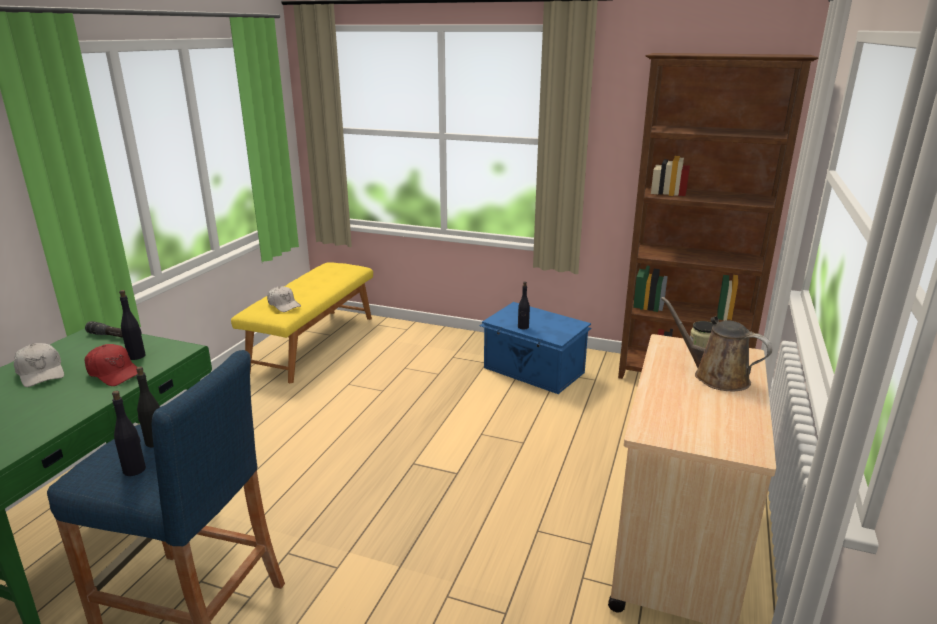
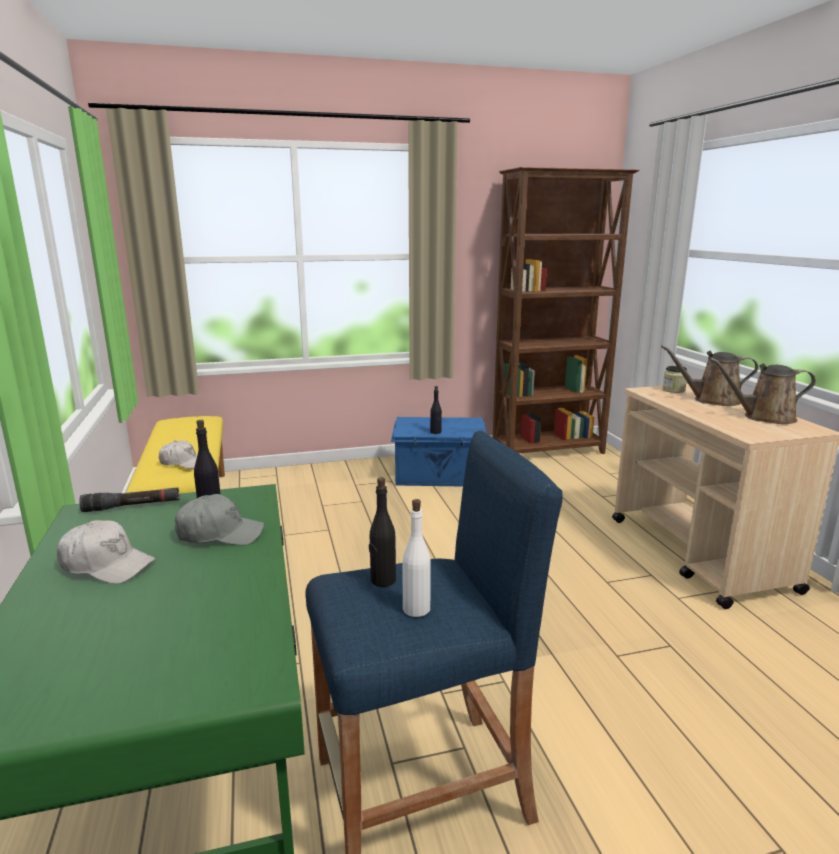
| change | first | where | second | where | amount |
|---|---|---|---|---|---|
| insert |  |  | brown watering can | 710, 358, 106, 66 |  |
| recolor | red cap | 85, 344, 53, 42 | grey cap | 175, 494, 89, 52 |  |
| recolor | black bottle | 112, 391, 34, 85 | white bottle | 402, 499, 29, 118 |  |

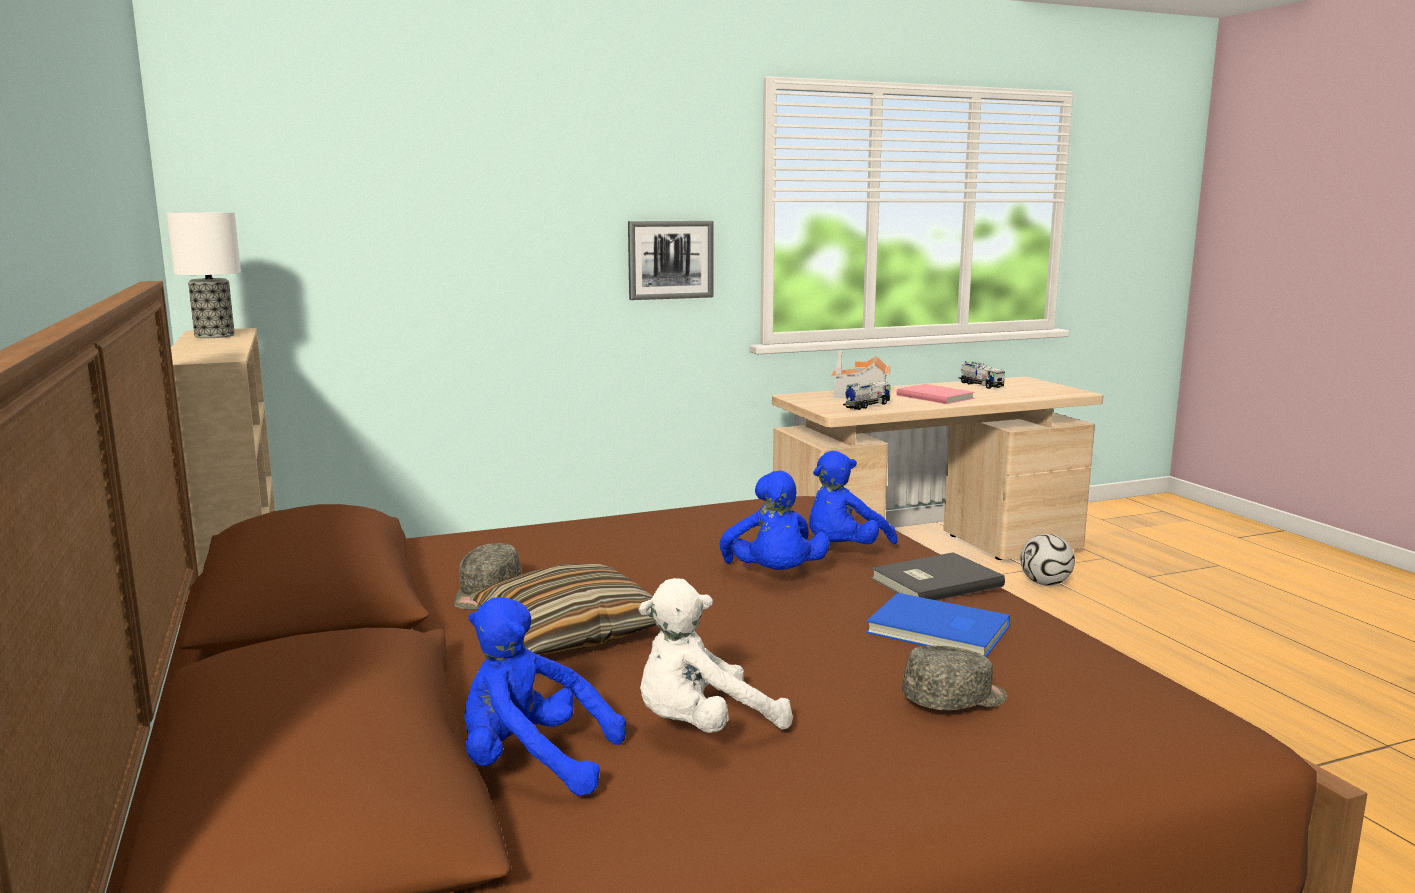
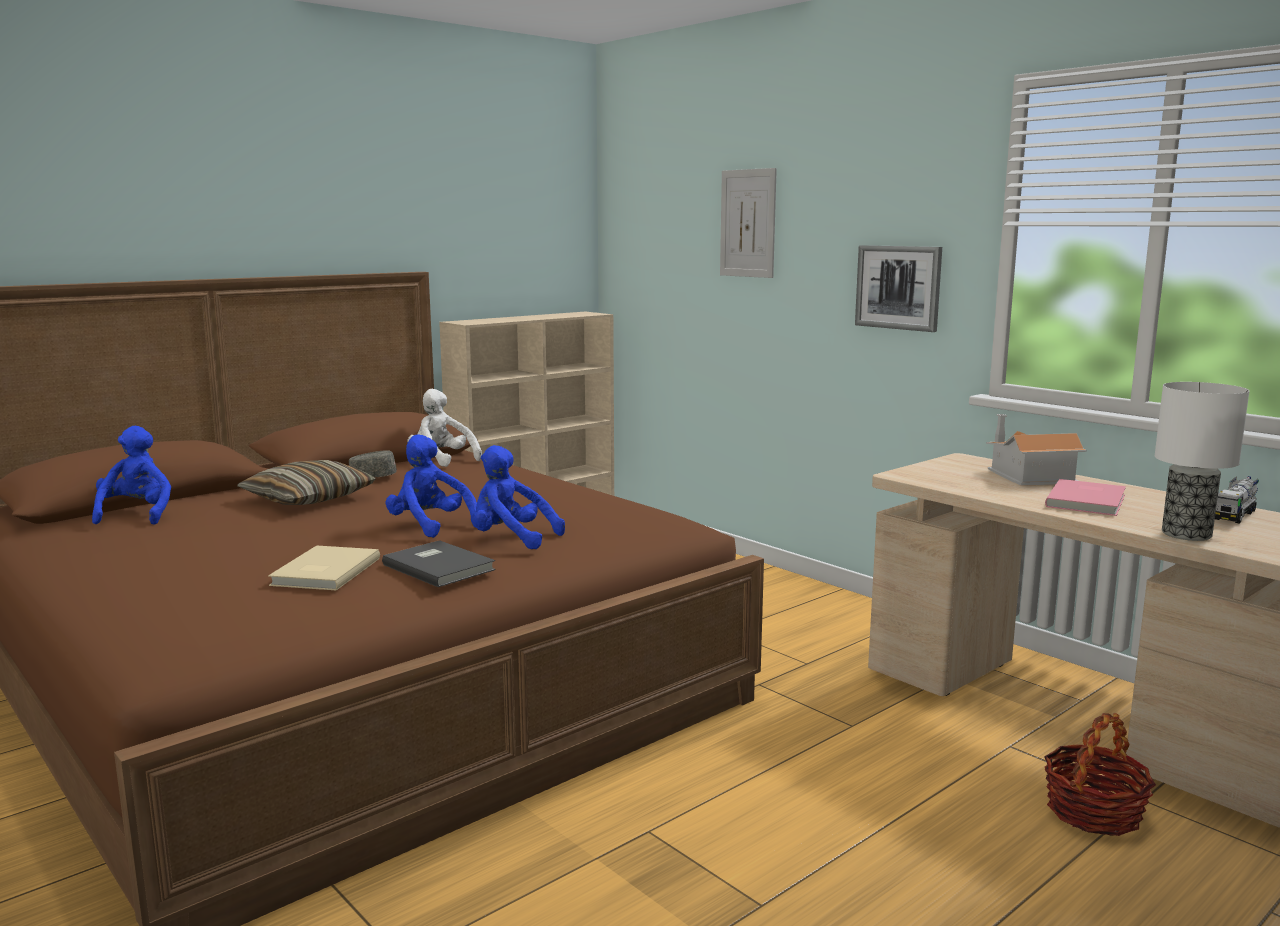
| change | first | where | second | where | amount |
|---|---|---|---|---|---|
| delete | toy truck | 843, 381, 48, 29 |  |  |  |
| delete | grey cap | 902, 645, 105, 65 |  |  |  |
| insert |  |  | picture | 720, 168, 57, 110 |  |
| move | table lamp | 167, 212, 74, 126 |  | 1155, 382, 95, 159 |  |
| move | white plush toy | 638, 578, 155, 155 |  | 408, 389, 74, 78 |  |
| replace | football | 1020, 534, 55, 52 | basket | 1044, 713, 112, 123 |  |
| recolor | blue book | 866, 593, 144, 64 | beige book | 268, 545, 112, 45 |  |
| rotate | blue plush toy | 720, 470, 110, 100 |  | 386, 434, 91, 104 | 75 degrees clockwise |

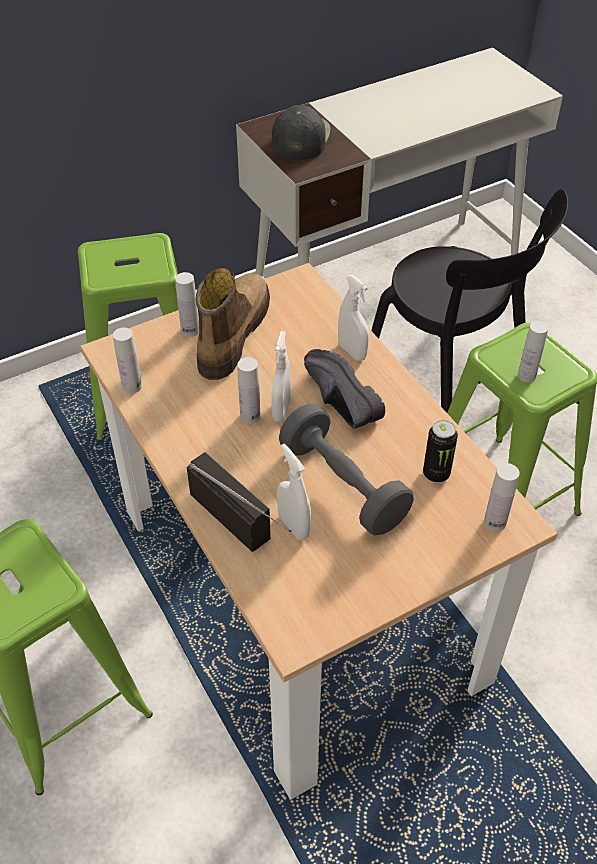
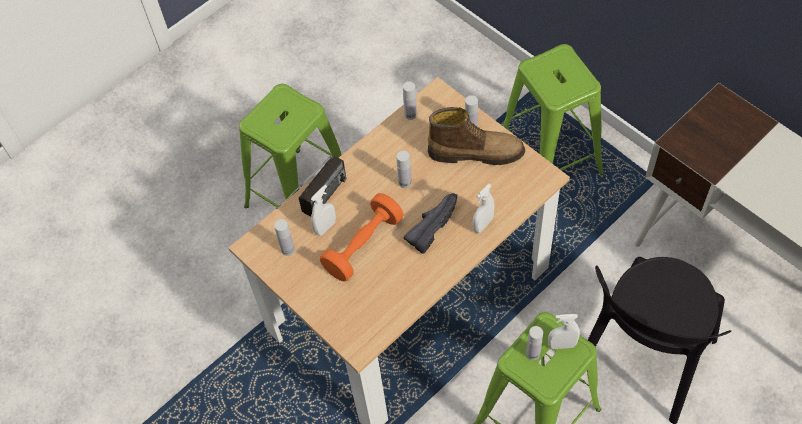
| change | first | where | second | where | amount |
|---|---|---|---|---|---|
| delete | black cap | 272, 105, 58, 55 |  |  |  |
| delete | can | 423, 420, 35, 63 |  |  |  |
| move | white spray bottle | 272, 331, 19, 91 |  | 548, 314, 32, 35 |  |
| move | white bottle | 484, 463, 36, 68 |  | 274, 219, 21, 37 |  |
| recolor | grey dumbbell | 279, 404, 135, 132 | orange dumbbell | 320, 193, 83, 88 |  |

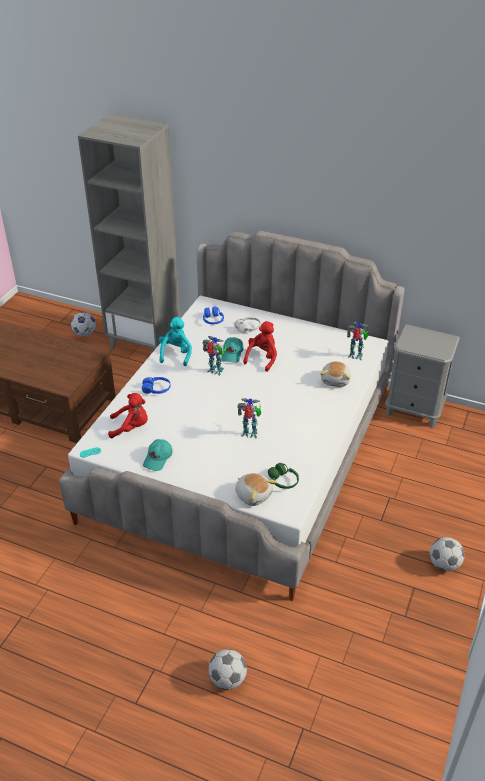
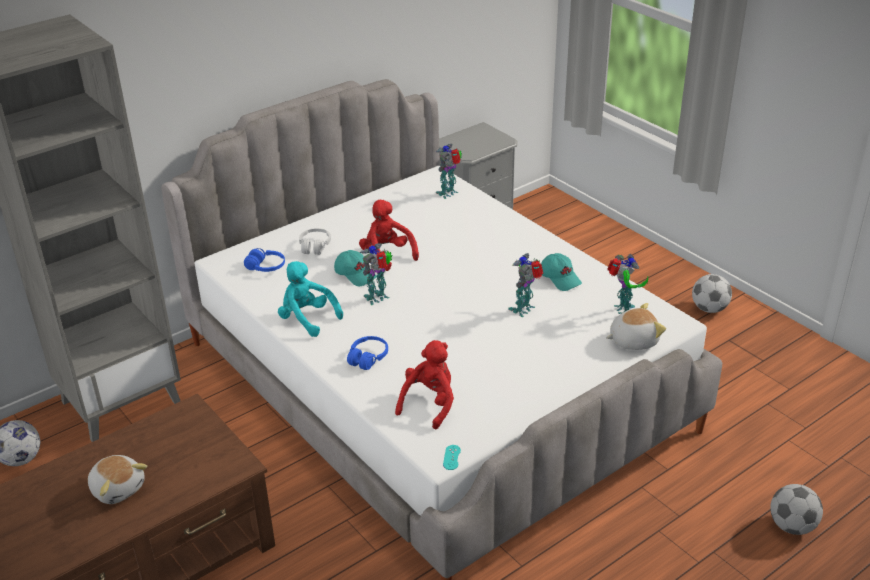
| change | first | where | second | where | amount |
|---|---|---|---|---|---|
| move | turquoise cap | 143, 439, 29, 32 |  | 541, 253, 41, 38 |  |
| move | plush toy | 320, 361, 31, 26 |  | 88, 455, 59, 49 |  |
| replace | green headphones | 268, 463, 31, 26 | toy robot | 608, 254, 40, 60 |  |

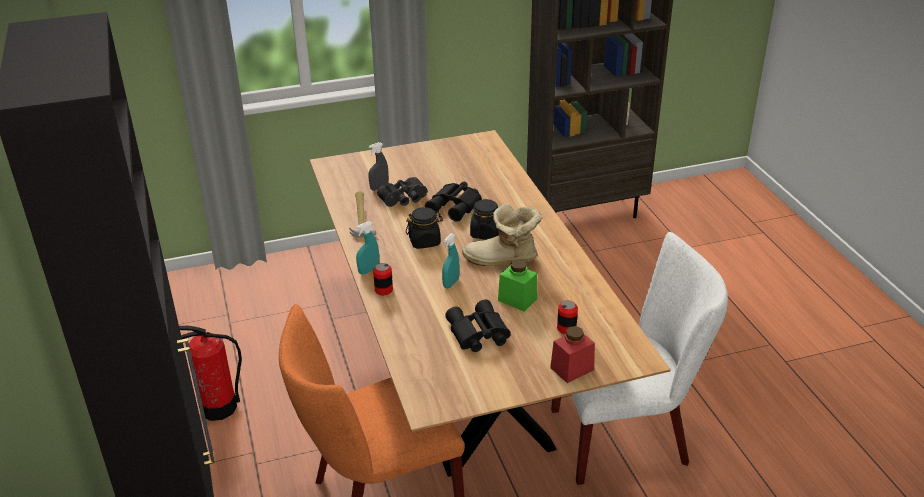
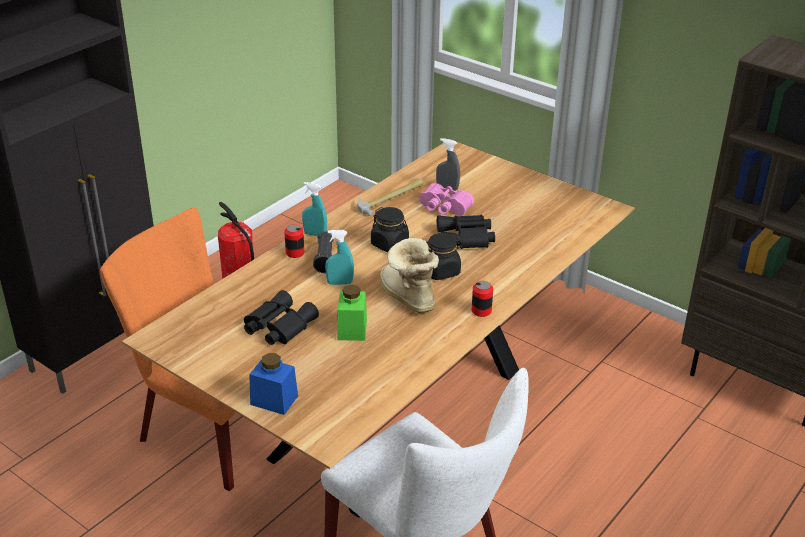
| change | first | where | second | where | amount |
|---|---|---|---|---|---|
| insert |  |  | black flashlight | 313, 231, 21, 42 |  |
| move | can | 557, 300, 21, 34 |  | 472, 281, 21, 36 |  |
| recolor | black binoculars | 377, 177, 50, 30 | pink binoculars | 419, 183, 55, 33 |  |
| recolor | red jar | 550, 326, 45, 57 | blue jar | 249, 353, 49, 62 |  |

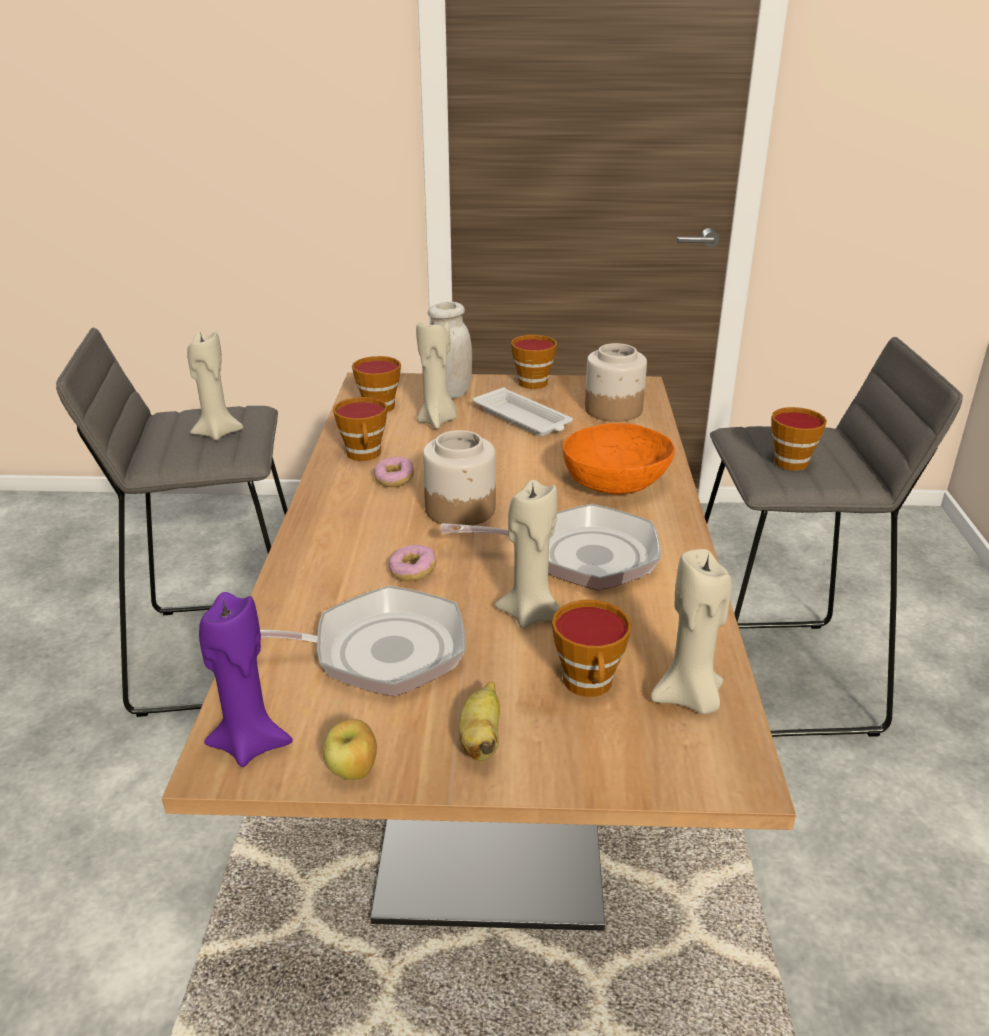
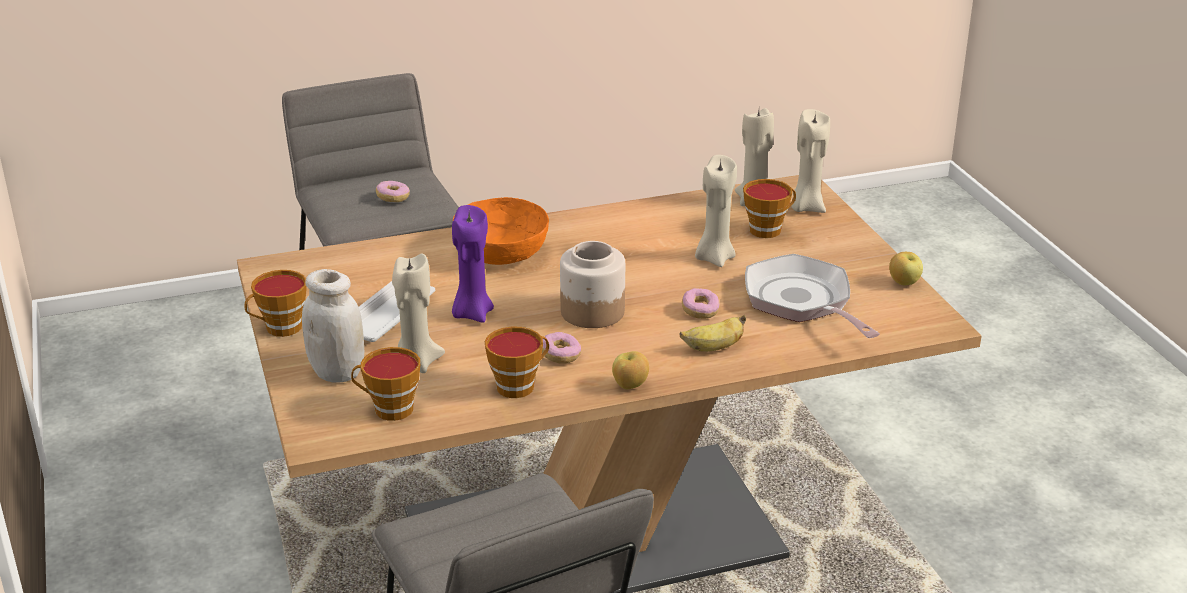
| change | first | where | second | where | amount |
|---|---|---|---|---|---|
| delete | frying pan | 440, 504, 221, 86 |  |  |  |
| delete | jar | 585, 343, 62, 79 |  |  |  |
| insert |  |  | apple | 612, 351, 37, 38 |  |
| move | beige candle | 187, 331, 56, 110 |  | 791, 109, 39, 104 |  |
| move | purple candle | 199, 592, 94, 175 |  | 452, 205, 42, 118 |  |
| move | banana | 459, 682, 41, 79 |  | 680, 315, 66, 37 |  |
| replace | cup | 772, 407, 55, 64 | donut | 376, 181, 34, 21 |  |

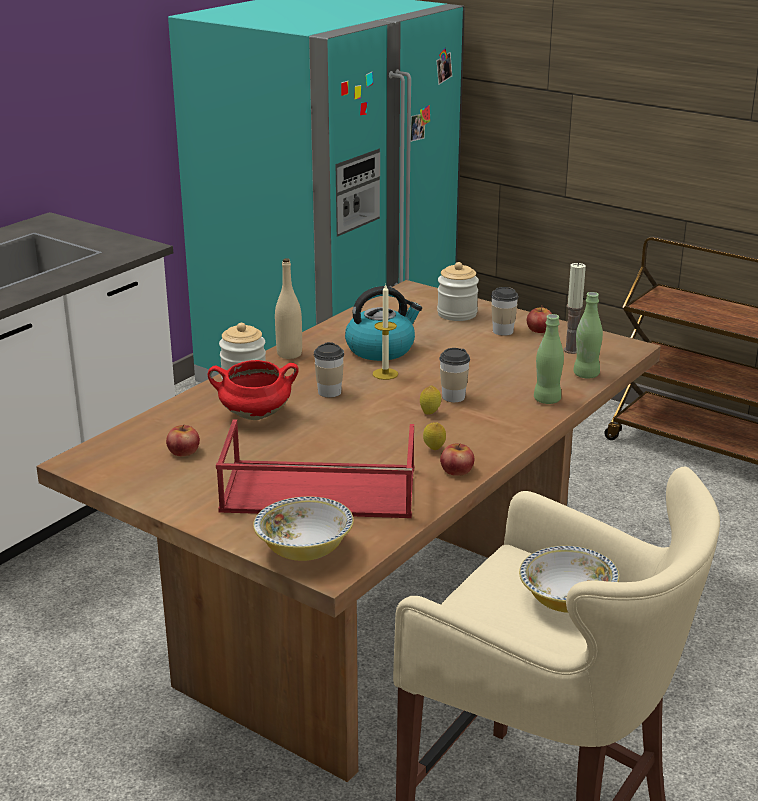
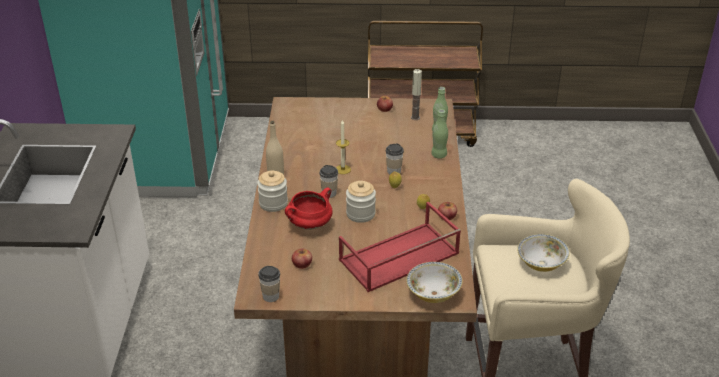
| change | first | where | second | where | amount |
|---|---|---|---|---|---|
| delete | kettle | 345, 286, 77, 75 |  |  |  |
| move | jar | 437, 262, 42, 59 |  | 346, 181, 30, 42 |  |
| move | cup | 491, 287, 28, 49 |  | 258, 266, 22, 36 |  |

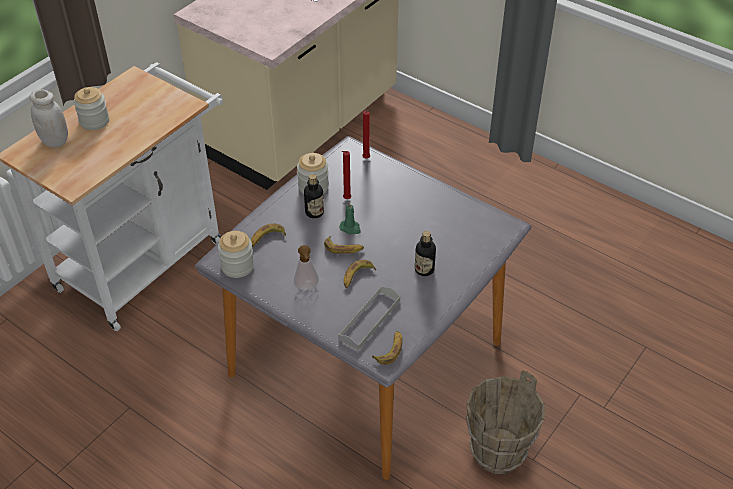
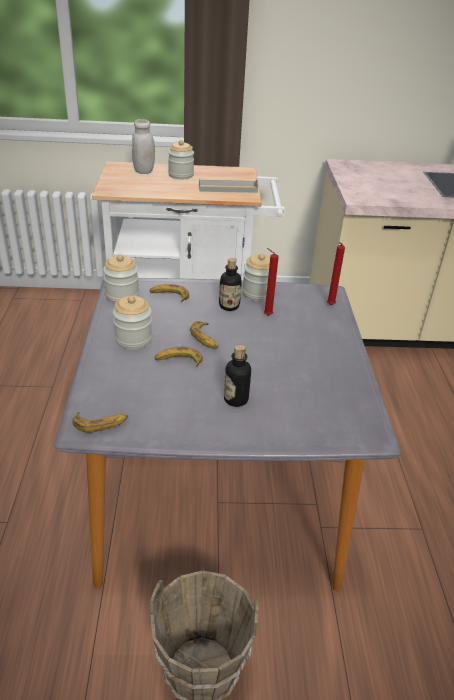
| change | first | where | second | where | amount |
|---|---|---|---|---|---|
| delete | green candle | 340, 201, 21, 33 |  |  |  |
| move | grey tray | 338, 286, 62, 64 |  | 199, 178, 59, 15 |  |
| replace | soap dispenser | 294, 245, 25, 46 | jar | 113, 296, 39, 54 |  |

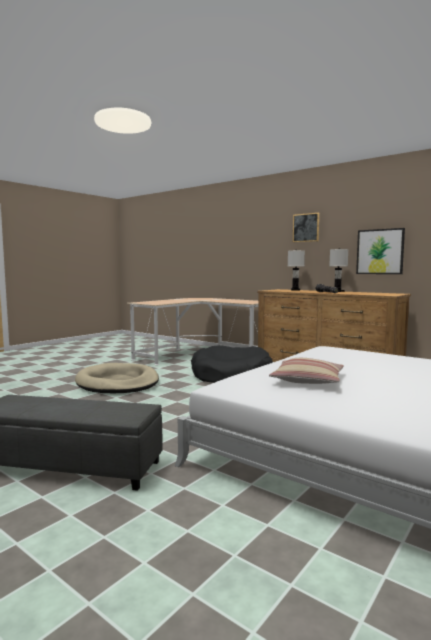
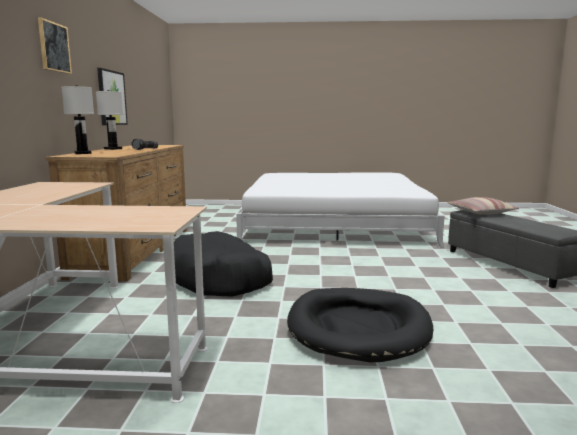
| change | first | where | second | where | amount |
|---|---|---|---|---|---|
| move | pillow | 269, 358, 75, 26 |  | 447, 197, 72, 18 |  |
| recolor | beige dog bed | 75, 363, 84, 30 | black dog bed | 287, 288, 146, 74 |  |

